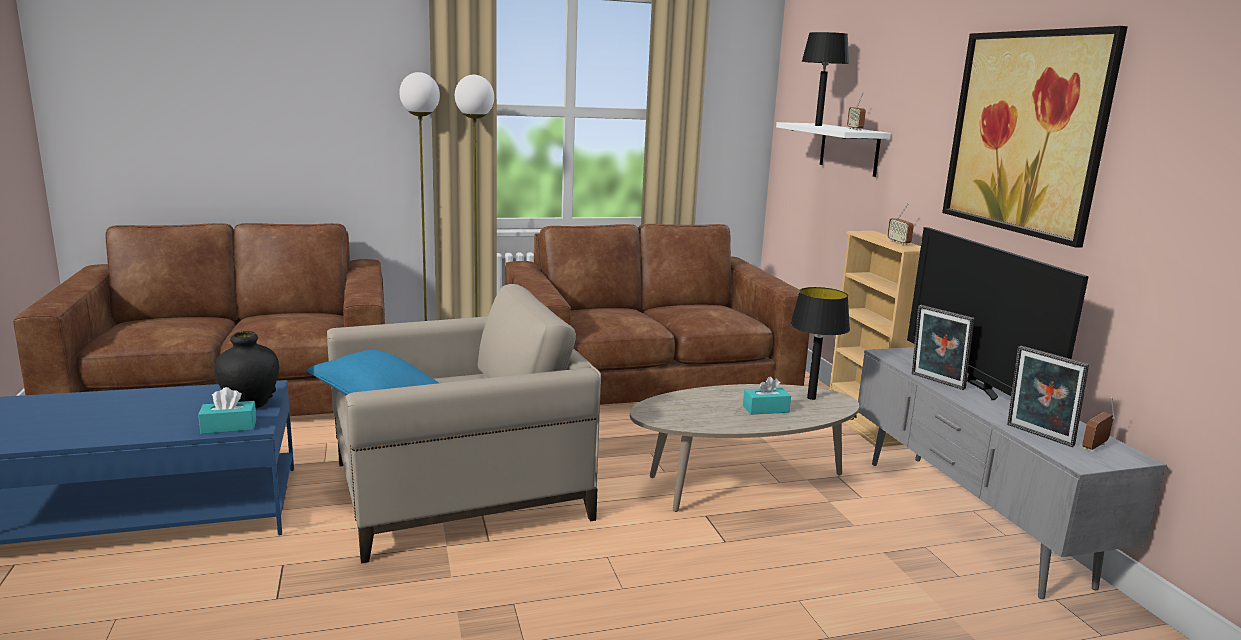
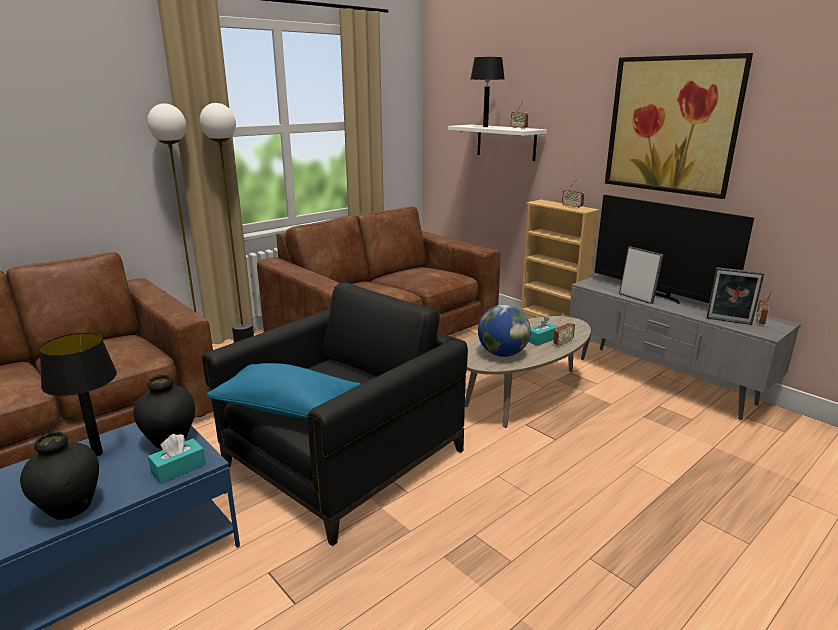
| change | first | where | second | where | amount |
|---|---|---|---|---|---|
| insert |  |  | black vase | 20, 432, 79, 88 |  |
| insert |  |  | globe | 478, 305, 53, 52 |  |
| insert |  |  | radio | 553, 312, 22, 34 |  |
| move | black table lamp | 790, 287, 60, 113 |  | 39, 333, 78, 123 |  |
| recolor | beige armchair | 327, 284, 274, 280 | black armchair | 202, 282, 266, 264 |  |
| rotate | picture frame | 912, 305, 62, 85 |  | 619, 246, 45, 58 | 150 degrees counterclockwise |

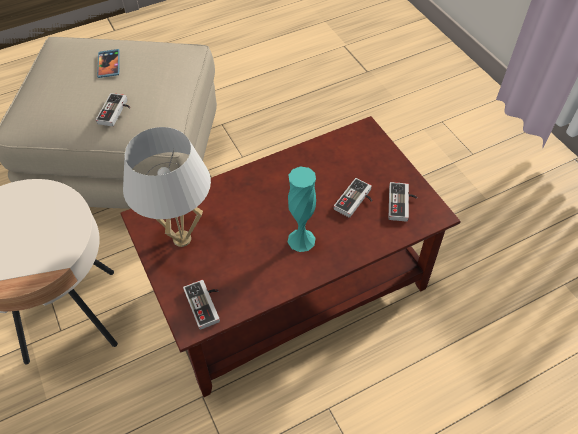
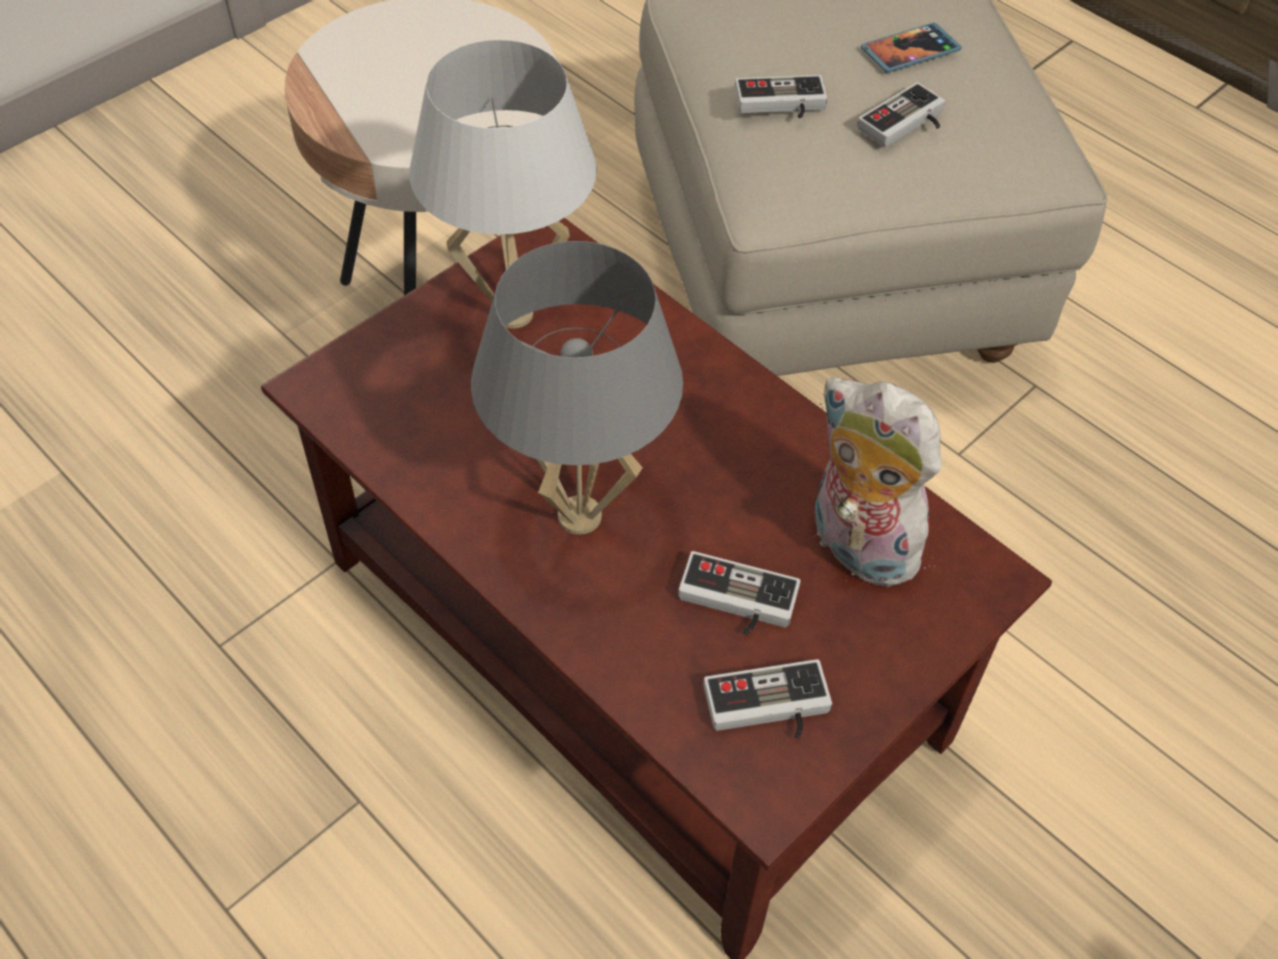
| change | first | where | second | where | amount |
|---|---|---|---|---|---|
| insert |  |  | plush toy | 814, 378, 127, 209 |  |
| move | game controller | 183, 280, 37, 50 |  | 857, 82, 89, 65 |  |
| replace | turquoise vase | 288, 166, 28, 86 | grey table lamp | 471, 241, 212, 294 |  |

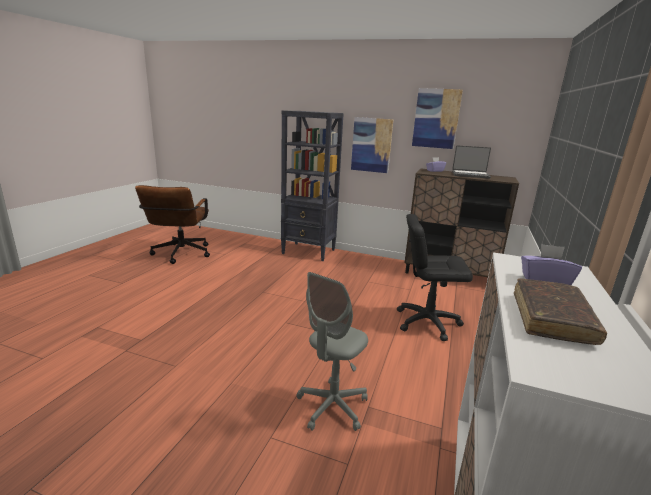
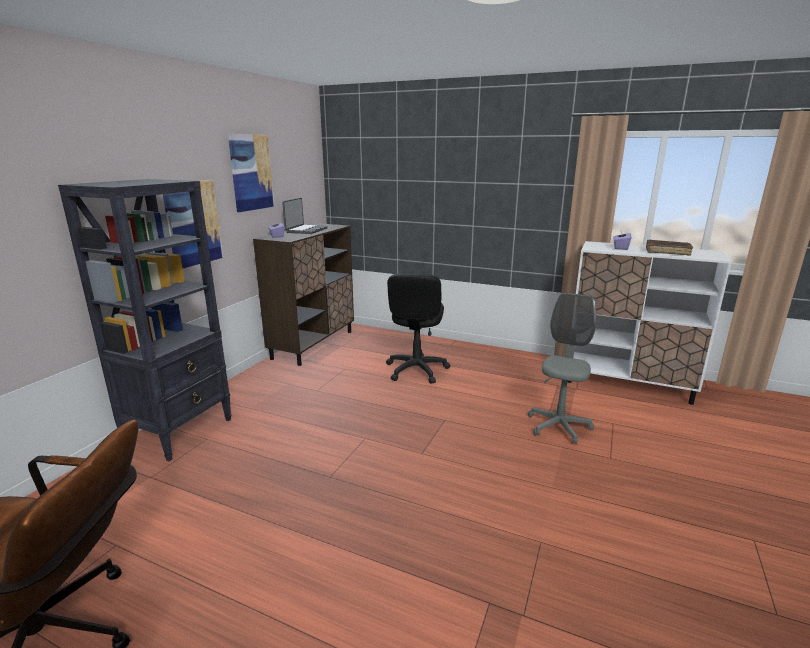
| change | first | where | second | where | amount |
|---|---|---|---|---|---|
| rotate | grey office chair | 296, 272, 72, 159 |  | 528, 293, 68, 151 | 105 degrees counterclockwise |

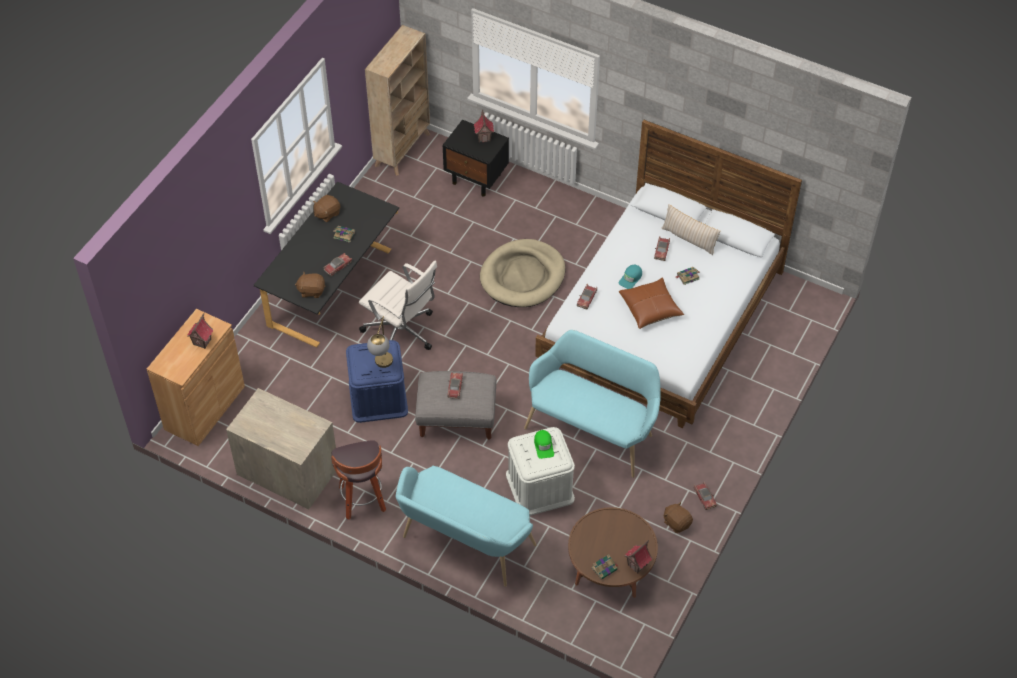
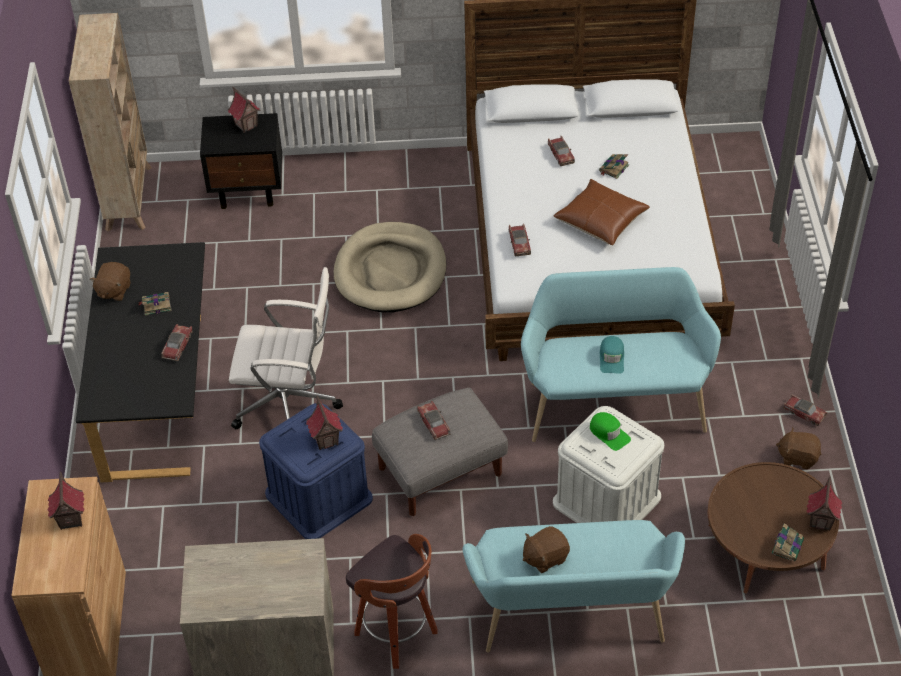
| change | first | where | second | where | amount |
|---|---|---|---|---|---|
| delete | beige pillow | 661, 204, 60, 51 |  |  |  |
| move | brown plush toy | 295, 272, 31, 26 |  | 523, 526, 47, 47 |  |
| move | turquoise cap | 619, 265, 23, 24 |  | 600, 336, 24, 38 |  |
| replace | table lamp | 367, 316, 26, 52 | toy house | 306, 396, 37, 54 |  |

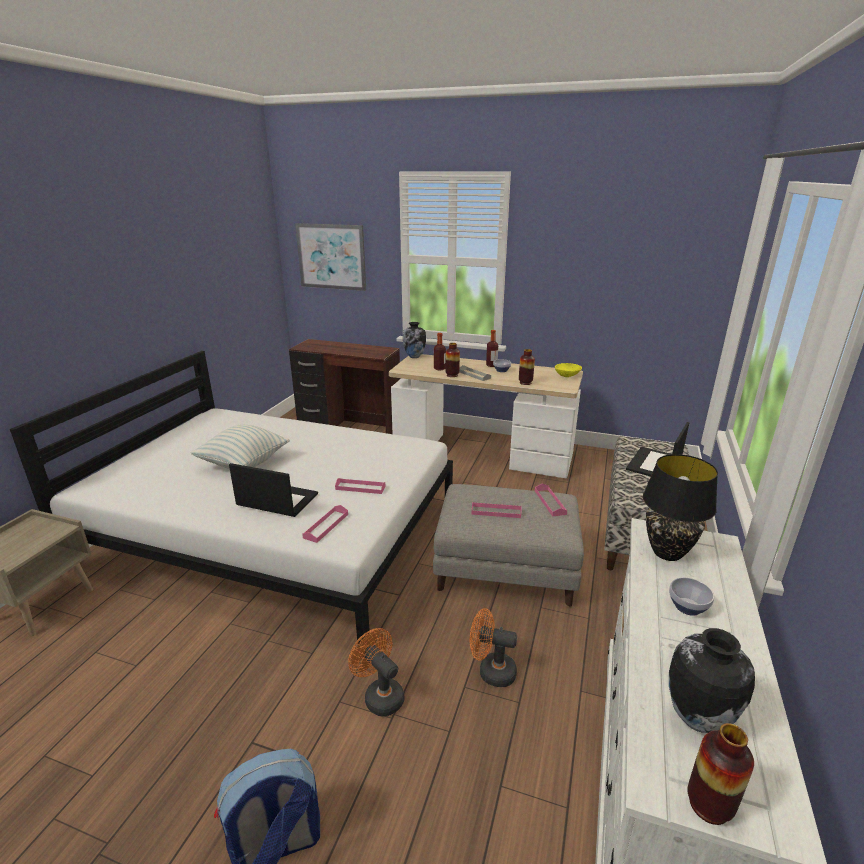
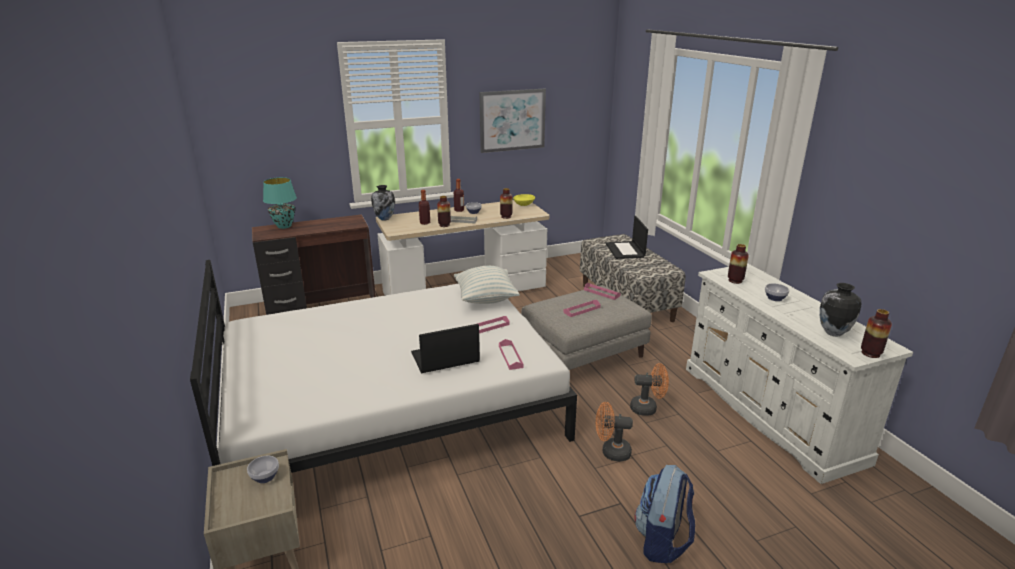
| change | first | where | second | where | amount |
|---|---|---|---|---|---|
| insert |  |  | bowl | 247, 456, 32, 27 |  |
| insert |  |  | turquoise table lamp | 263, 177, 34, 52 |  |
| move | pillow | 190, 425, 100, 44 |  | 454, 266, 66, 38 |  |
| move | picture | 295, 223, 71, 68 |  | 479, 89, 67, 64 |  |
| replace | black table lamp | 643, 454, 75, 107 | vase | 728, 244, 21, 40 |  |
| rotate | orange fan | 470, 608, 47, 79 |  | 630, 363, 39, 53 | 150 degrees counterclockwise |

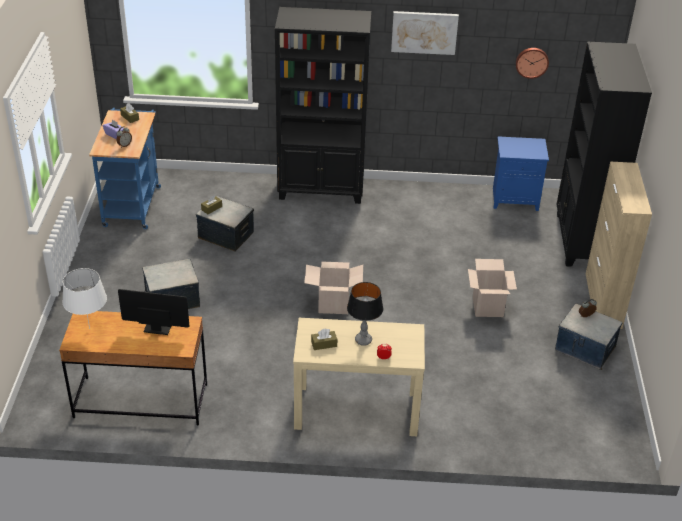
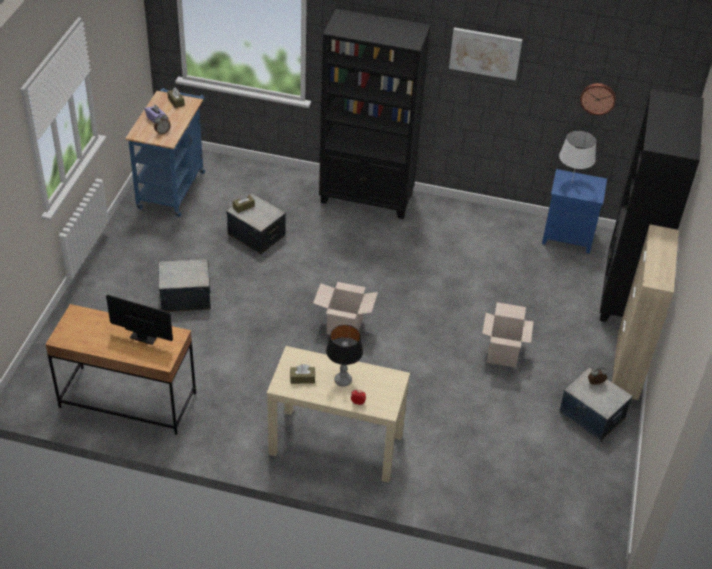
| change | first | where | second | where | amount |
|---|---|---|---|---|---|
| move | white table lamp | 62, 268, 45, 61 |  | 559, 131, 37, 50 |  |

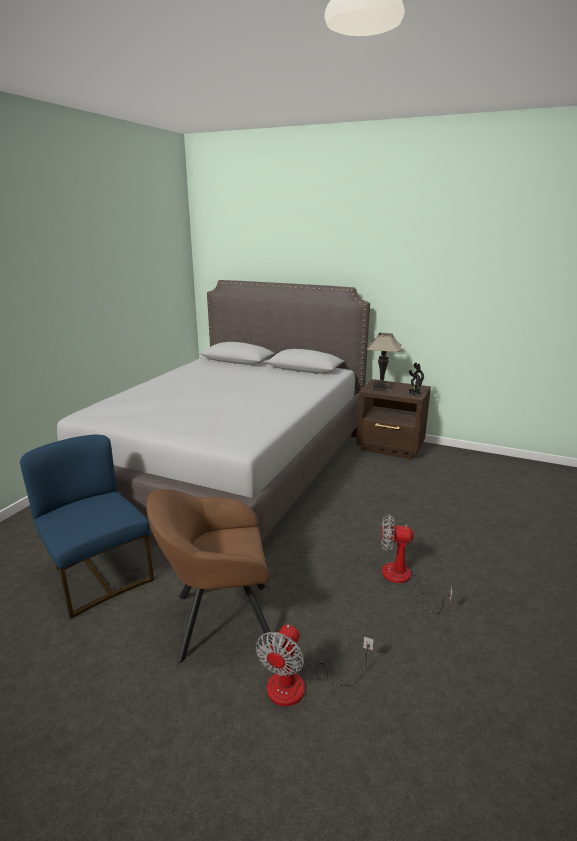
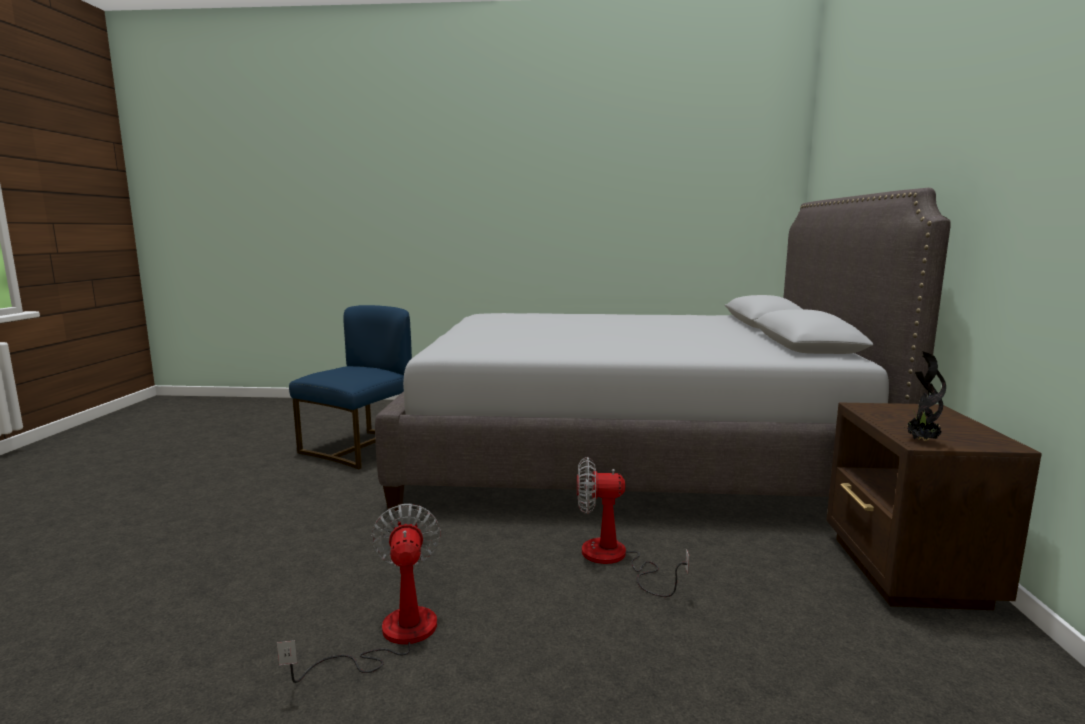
| change | first | where | second | where | amount |
|---|---|---|---|---|---|
| delete | brown armchair | 146, 489, 126, 174 |  |  |  |
| delete | table lamp | 367, 333, 34, 59 |  |  |  |
| move | fan | 256, 624, 118, 82 |  | 577, 457, 112, 140 |  |

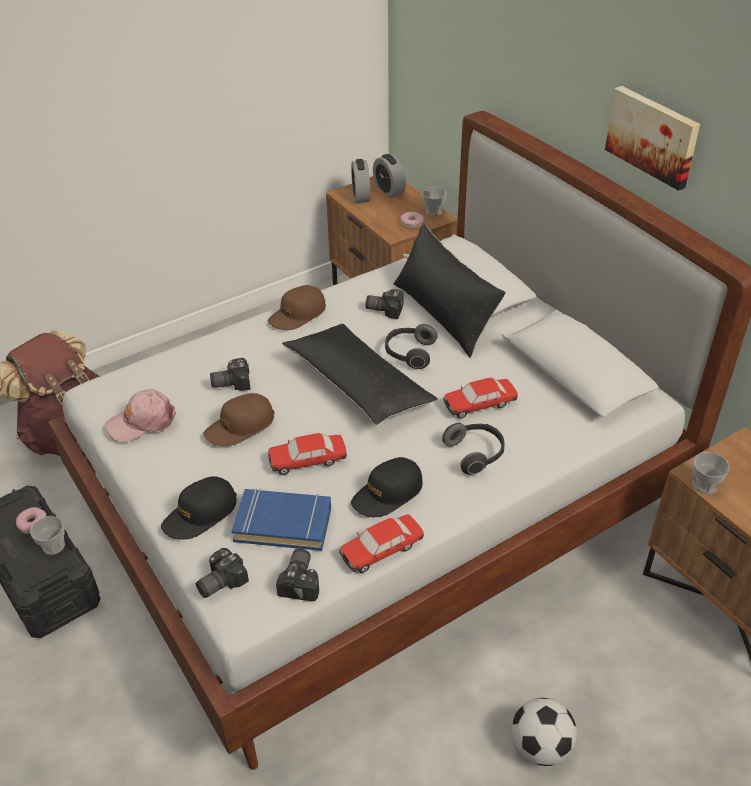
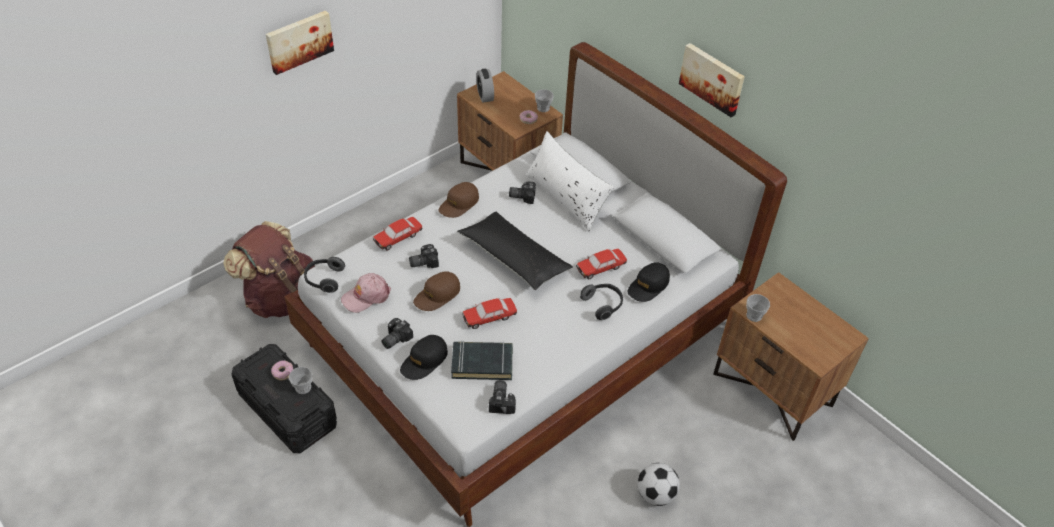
| change | first | where | second | where | amount |
|---|---|---|---|---|---|
| delete | alarm clock | 373, 154, 33, 44 |  |  |  |
| insert |  |  | picture | 266, 10, 68, 65 |  |
| move | photo camera | 196, 548, 53, 50 |  | 382, 318, 31, 31 |  |
| move | toy car | 339, 514, 85, 59 |  | 373, 217, 49, 33 |  |
| move | black cap | 351, 457, 72, 60 |  | 628, 262, 42, 40 |  |
| move | headphones | 385, 324, 52, 45 |  | 304, 257, 41, 36 |  |
| recolor | blue book | 231, 488, 100, 63 | black book | 451, 341, 62, 39 |  |
| recolor | black pillow | 394, 223, 112, 135 | white pillow | 525, 131, 89, 101 |  |

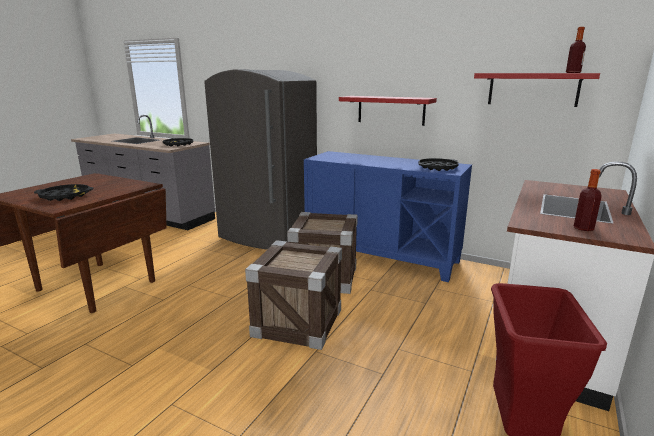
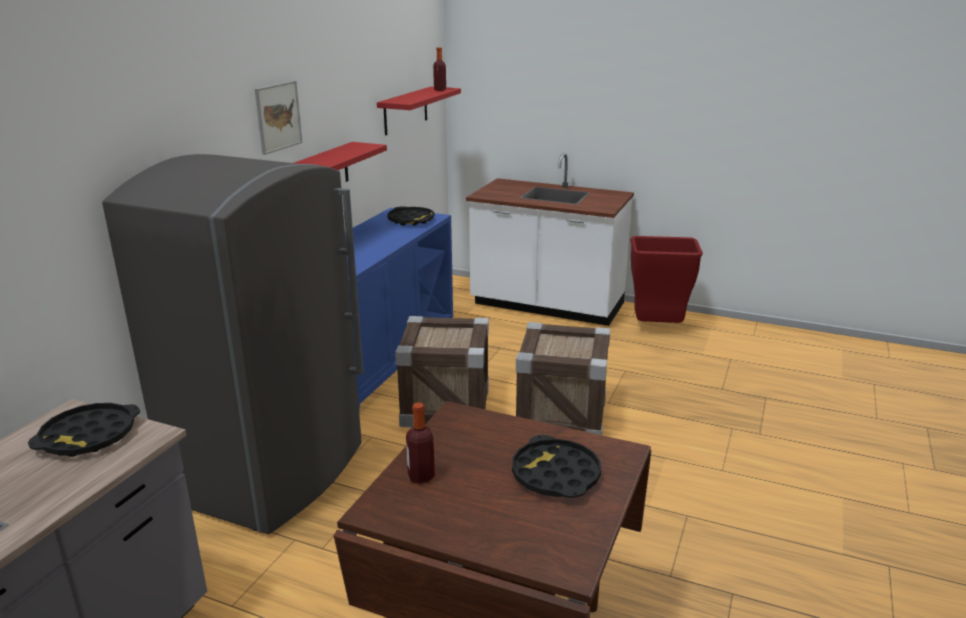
| change | first | where | second | where | amount |
|---|---|---|---|---|---|
| insert |  |  | picture | 255, 81, 47, 74 |  |
| move | bottle | 574, 169, 27, 62 |  | 406, 403, 29, 81 |  |

